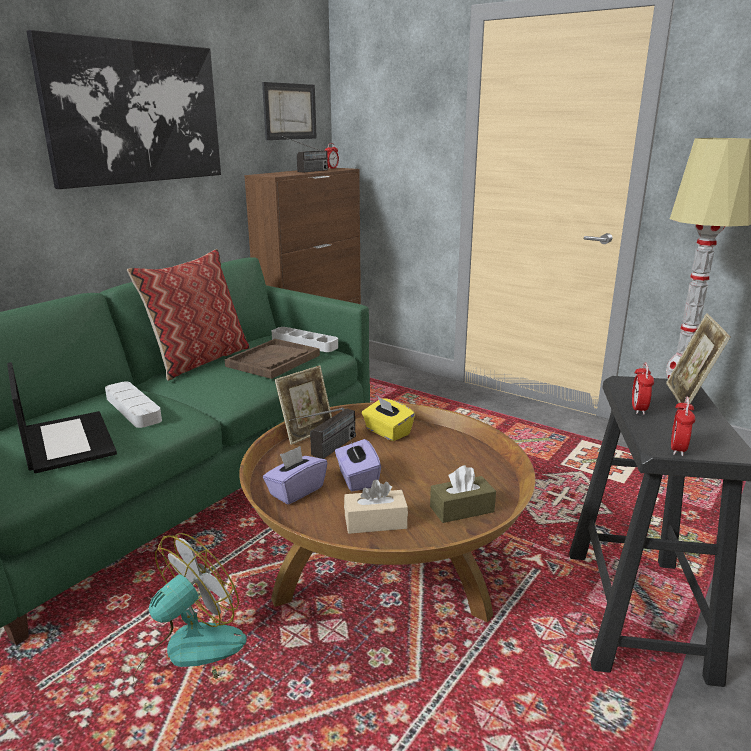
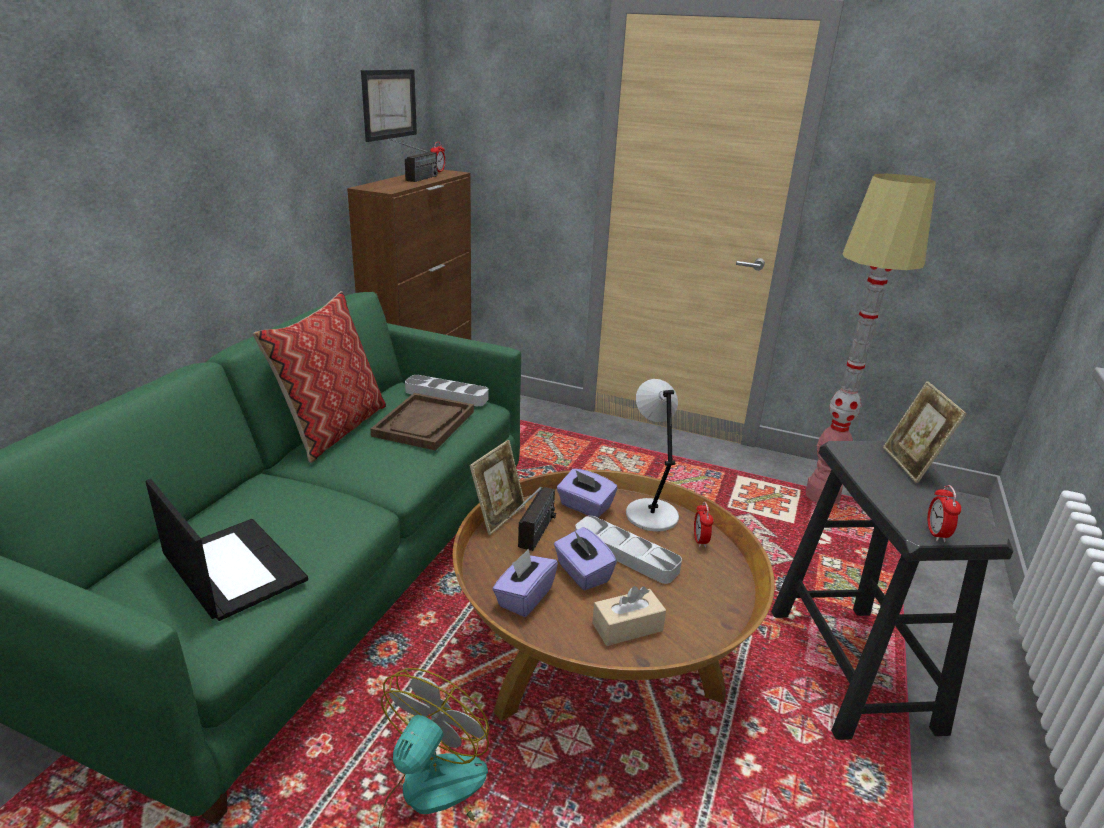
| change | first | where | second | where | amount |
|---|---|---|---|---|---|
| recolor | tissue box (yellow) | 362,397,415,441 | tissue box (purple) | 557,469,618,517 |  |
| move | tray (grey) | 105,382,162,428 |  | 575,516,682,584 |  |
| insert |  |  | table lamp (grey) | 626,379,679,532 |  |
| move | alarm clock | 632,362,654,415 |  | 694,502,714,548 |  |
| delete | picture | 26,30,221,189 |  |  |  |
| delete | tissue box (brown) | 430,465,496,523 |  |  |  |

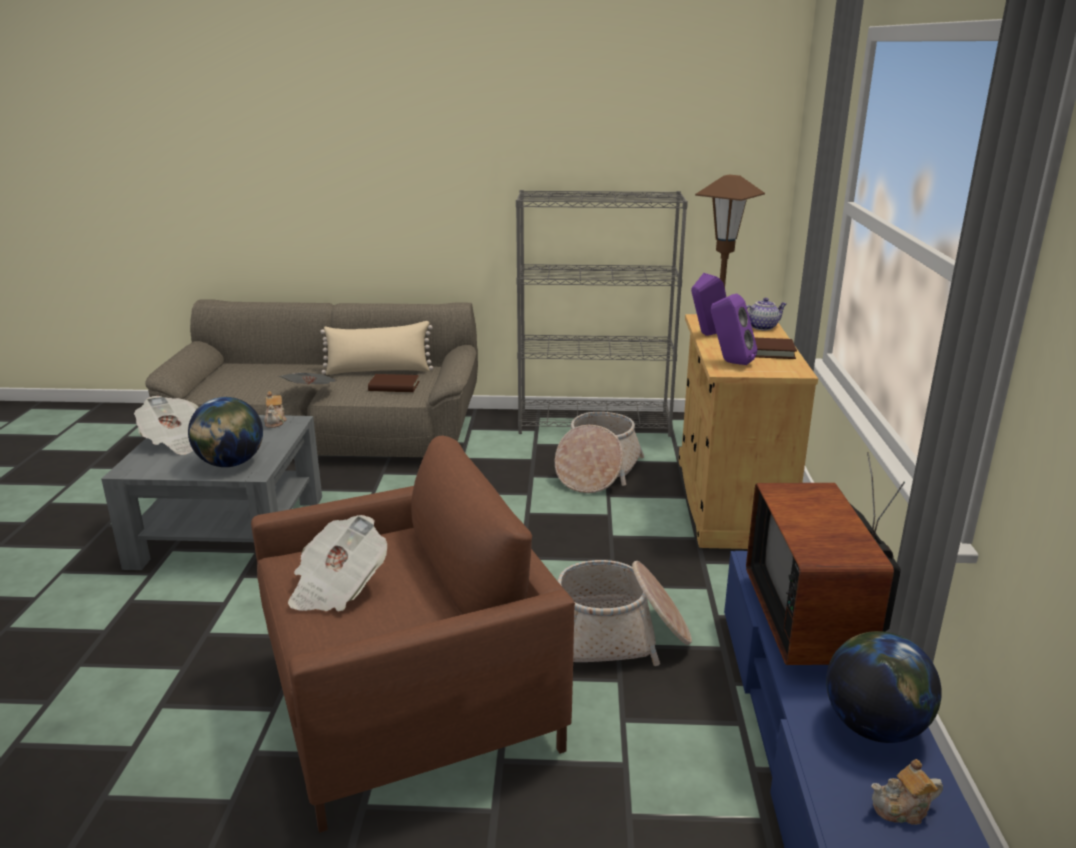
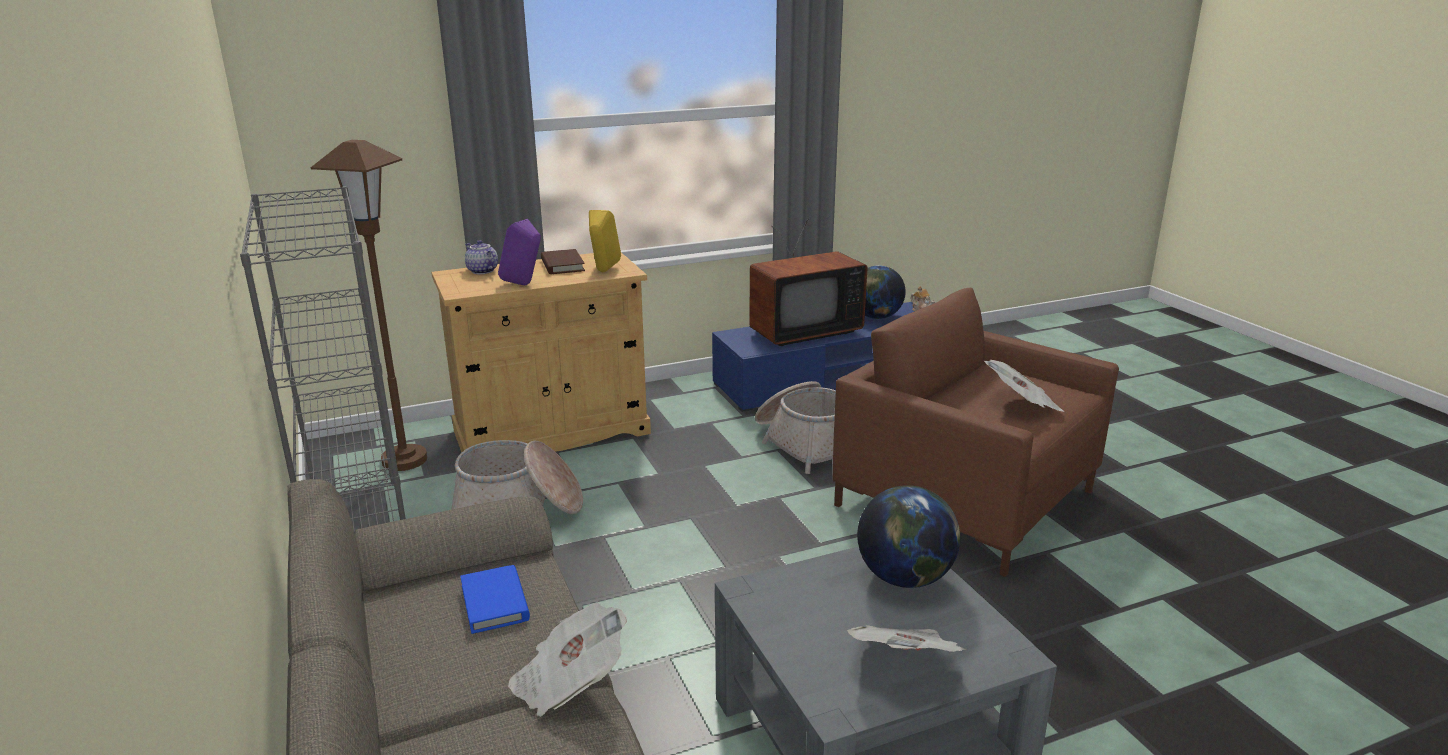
| change | first | where | second | where | amount |
|---|---|---|---|---|---|
| recolor | book (brown) | 368,374,419,392 | book (blue) | 460,565,530,634 |  |
| recolor | speaker (purple) | 711,293,757,365 | speaker (yellow) | 589,210,621,272 |  |
| delete | teapot | 264,391,287,428 |  |  |  |
| delete | pillow (beige) | 320,321,433,375 |  |  |  |

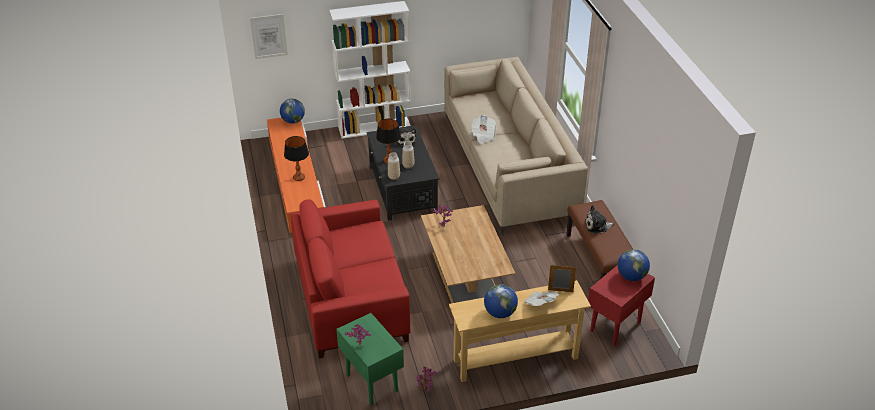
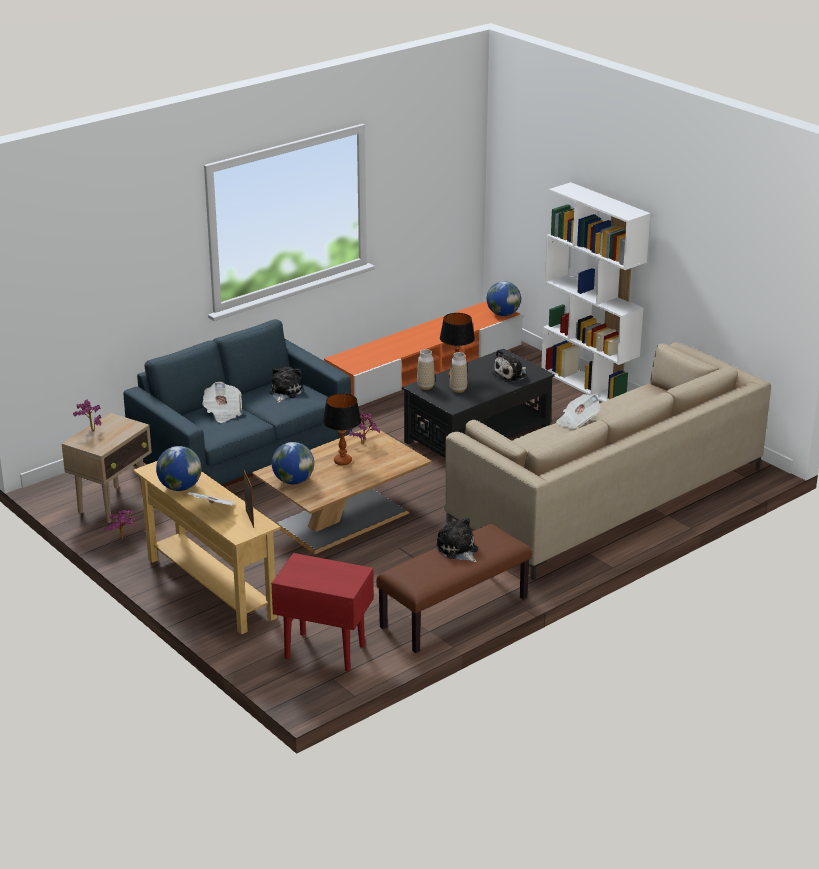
| change | first | where | second | where | amount |
|---|---|---|---|---|---|
| recolor | side table (green) | 336,313,404,405 | side table (beige) | 62,413,152,523 |  |
| recolor | sofa (red) | 290,199,410,359 | sofa (blue) | 123,319,352,487 |  |
| insert |  |  | newspaper | 202,382,242,423 |  |
| insert |  |  | plush toy | 269,367,304,403 |  |
| move | globe | 618,249,650,281 |  | 272,442,314,484 |  |
| move | table lamp | 284,136,309,181 |  | 323,393,361,465 |  |
| delete | picture | 250,14,288,59 |  |  |  |

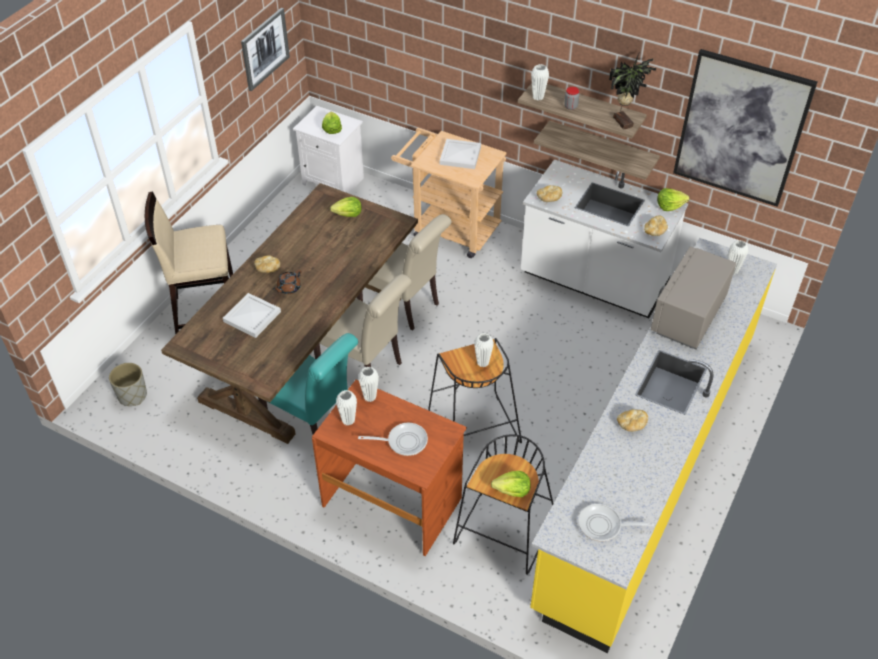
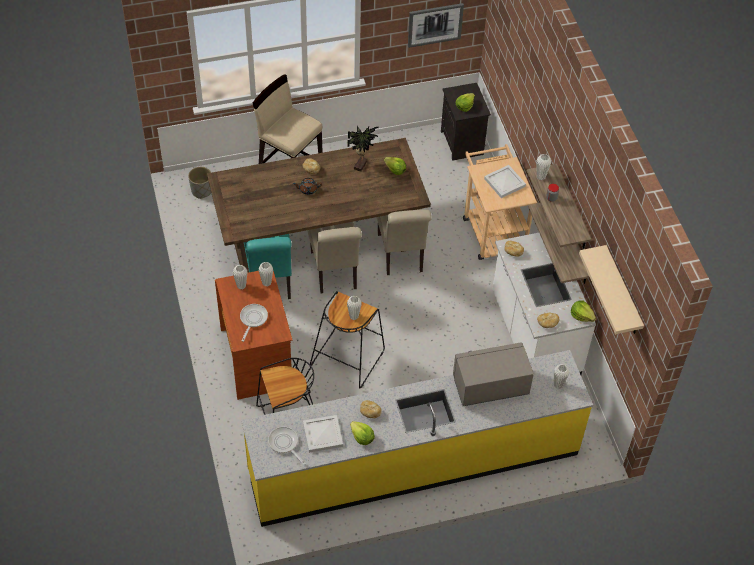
| change | first | where | second | where | amount |
|---|---|---|---|---|---|
| rotate | frying pan | 358,423,428,456 |  | 240,304,268,342 | 120 degrees counterclockwise |
| move | tray (white) | 223,293,281,338 |  | 303,415,343,453 |  |
| move | potted plant | 609,51,656,130 |  | 348,126,378,172 |  |
| move | lettuce | 491,471,531,497 |  | 350,421,375,445 |  |
| recolor | nightstand (white) | 293,106,364,194 | nightstand (black) | 441,83,491,161 |  |
| replace | picture | 673,49,817,207 | shelf (beige) | 579,245,644,334 |  |

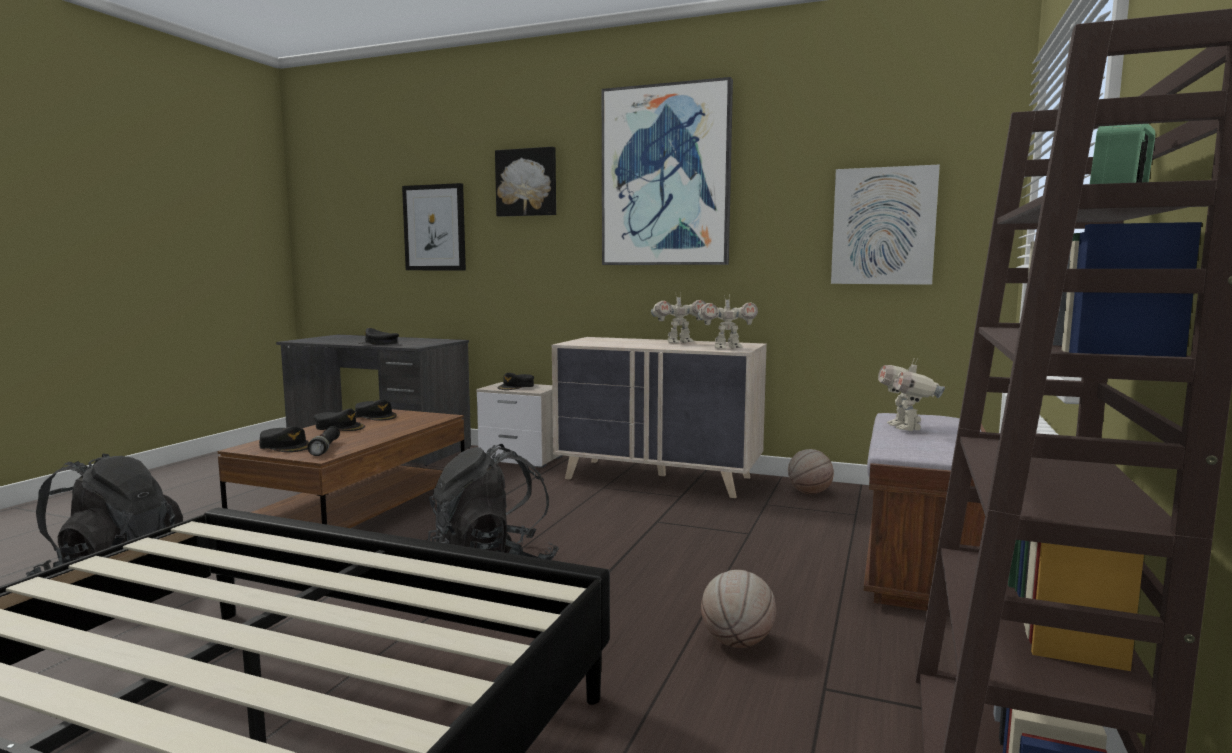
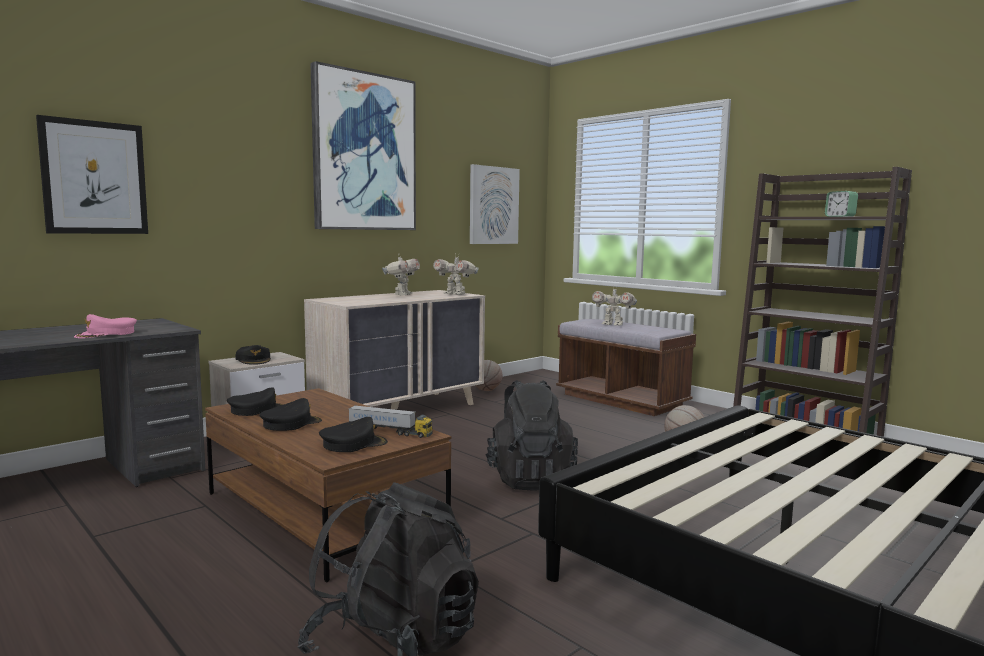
| change | first | where | second | where | amount |
|---|---|---|---|---|---|
| recolor | cap (black) | 358,328,399,345 | cap (pink) | 74,314,137,338 |  |
| replace | flashlight (black) | 308,426,340,456 | toy truck | 348,405,433,438 |  |
| rotate | toy robot | 698,295,758,349 |  | 433,255,479,295 | 105 degrees clockwise |
| delete | picture | 495,147,556,217 |  |  |  |

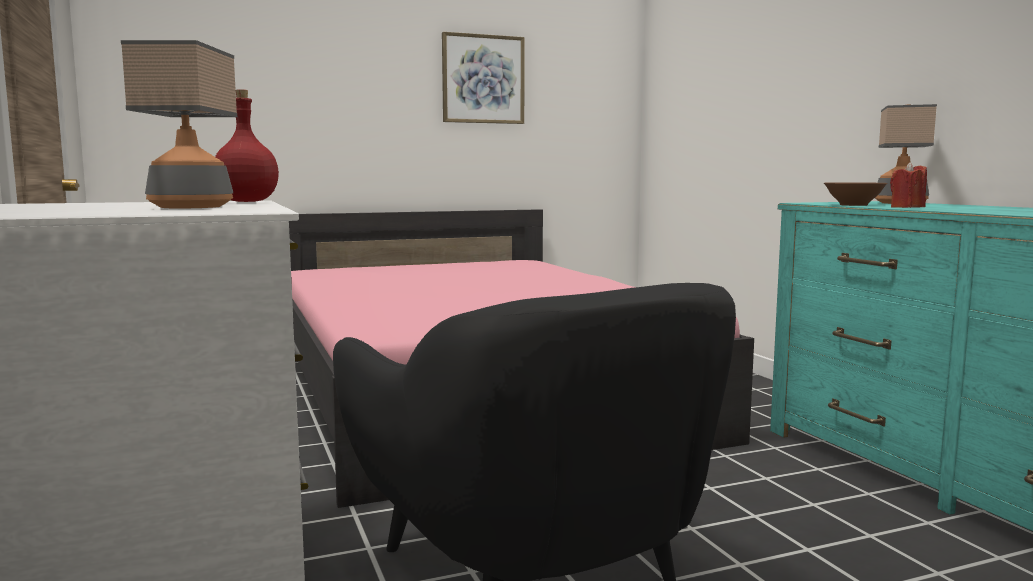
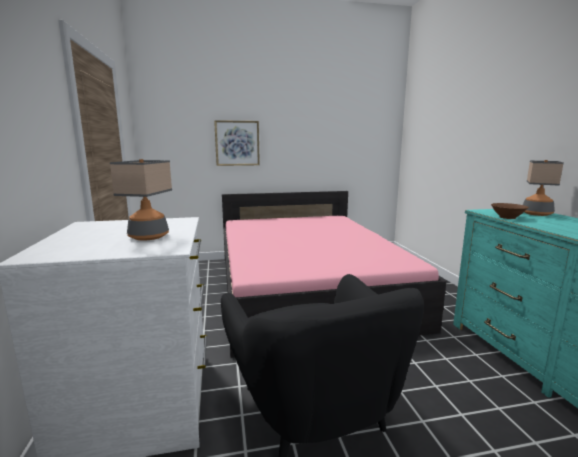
| change | first | where | second | where | amount |
|---|---|---|---|---|---|
| move | picture | 442,32,524,124 |  | 214,120,260,166 |  |
| delete | bottle (red) | 215,89,279,202 |  |  |  |
| delete | candle (red) | 890,162,927,208 |  |  |  |

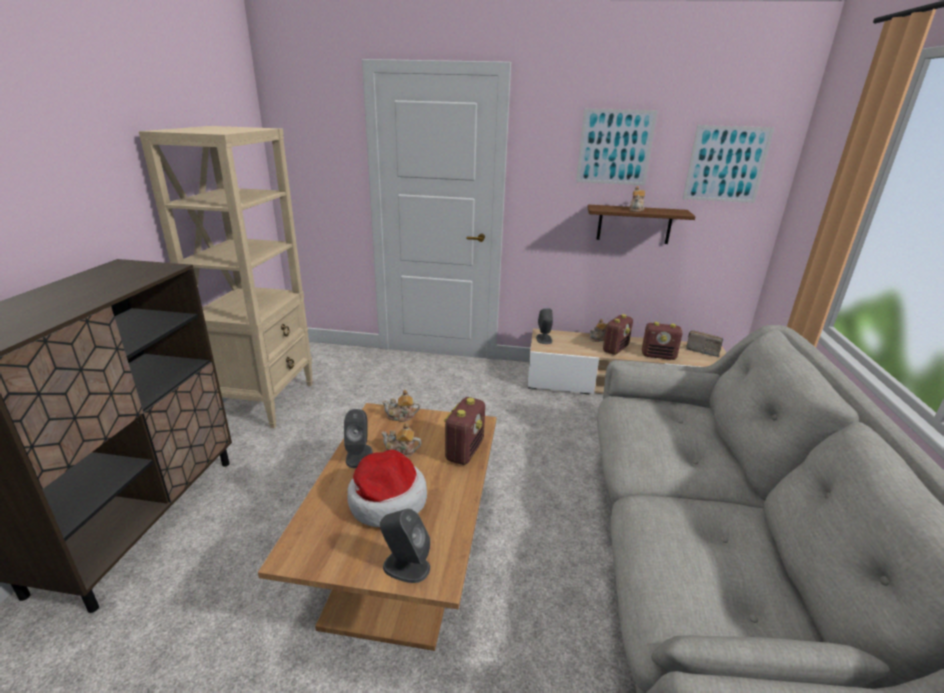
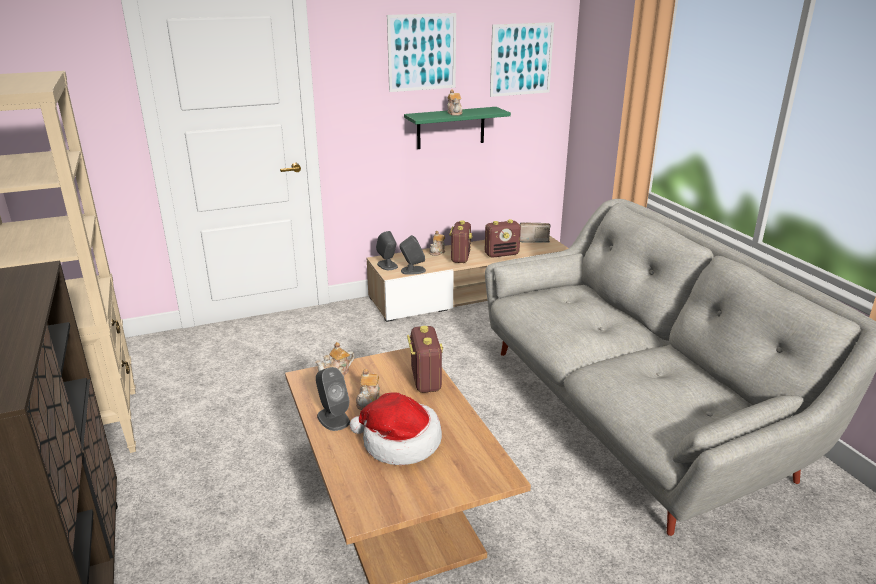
| change | first | where | second | where | amount |
|---|---|---|---|---|---|
| rotate | teapot | 381,423,422,457 |  | 356,369,380,410 | 60 degrees counterclockwise |
| move | speaker (grey) | 380,508,430,583 |  | 399,235,426,275 |  |
| recolor | shelf (brown) | 587,205,695,244 | shelf (green) | 404,107,511,149 |  |

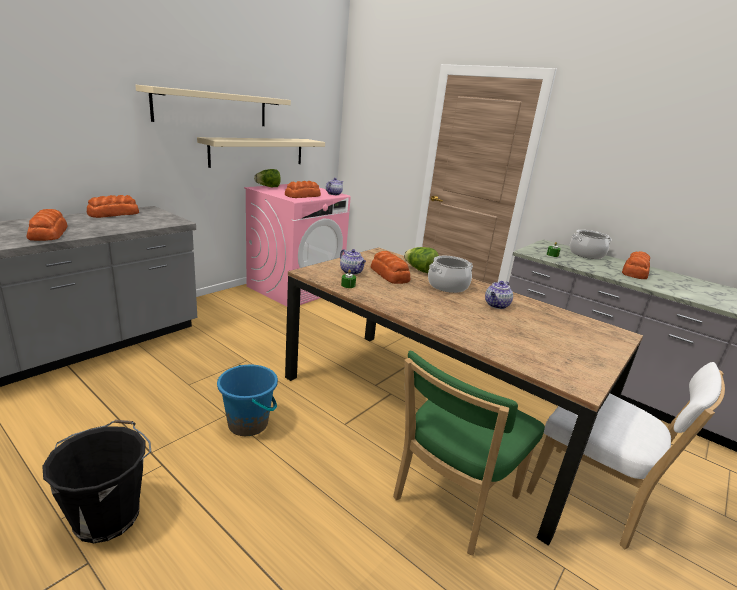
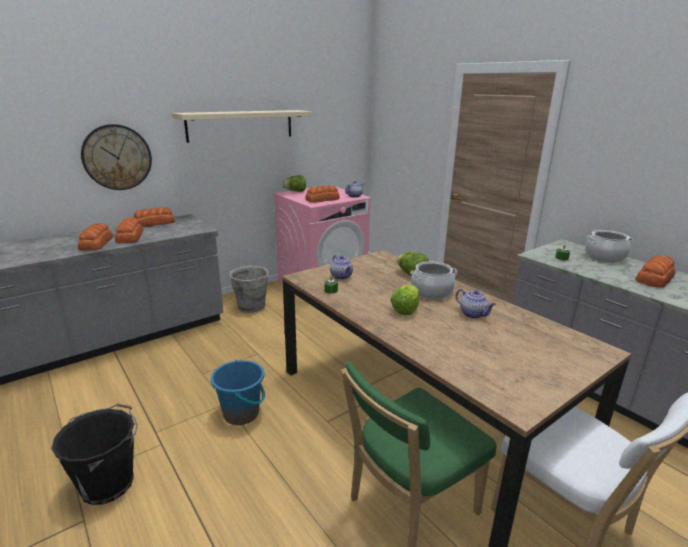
| change | first | where | second | where | amount |
|---|---|---|---|---|---|
| insert |  |  | wall clock | 81,124,152,190 |  |
| move | bread | 371,251,410,284 |  | 115,217,143,244 |  |
| insert |  |  | bucket (grey) | 229,266,270,312 |  |
| insert |  |  | lettuce | 390,285,419,315 |  |
| rotate | teapot | 485,281,513,309 |  | 456,289,496,319 | 90 degrees counterclockwise |
| delete | shelf (beige) | 197,137,325,168 |  |  |  |

